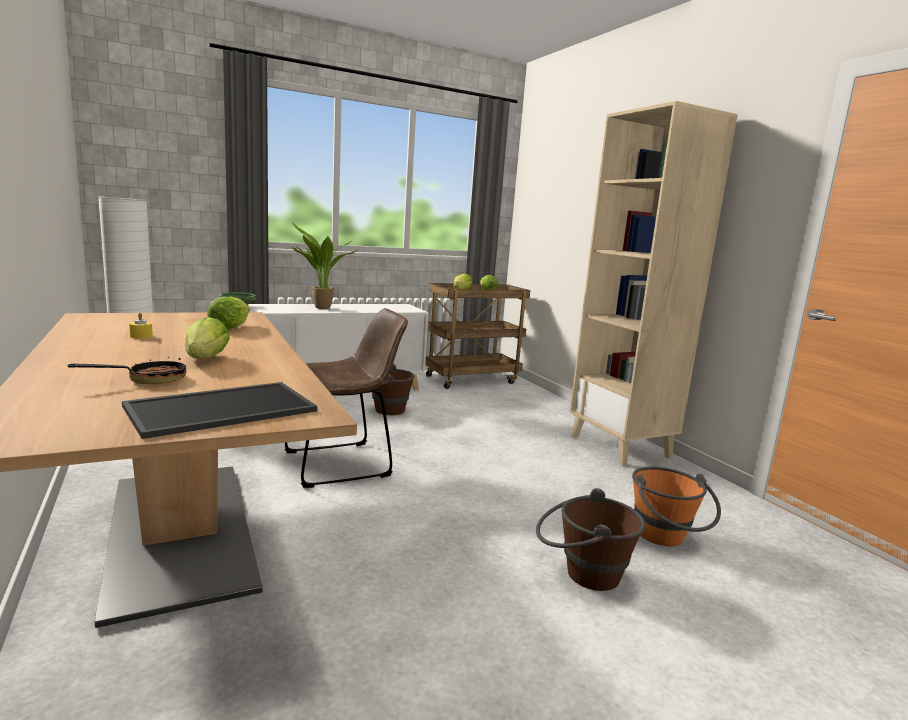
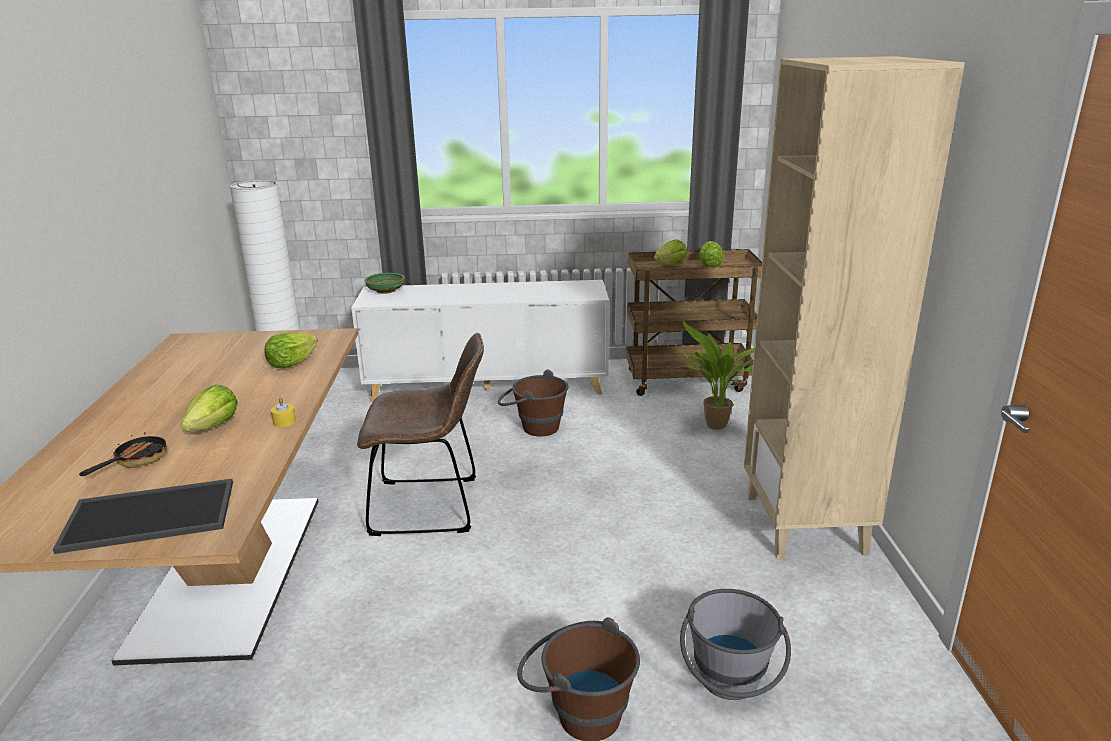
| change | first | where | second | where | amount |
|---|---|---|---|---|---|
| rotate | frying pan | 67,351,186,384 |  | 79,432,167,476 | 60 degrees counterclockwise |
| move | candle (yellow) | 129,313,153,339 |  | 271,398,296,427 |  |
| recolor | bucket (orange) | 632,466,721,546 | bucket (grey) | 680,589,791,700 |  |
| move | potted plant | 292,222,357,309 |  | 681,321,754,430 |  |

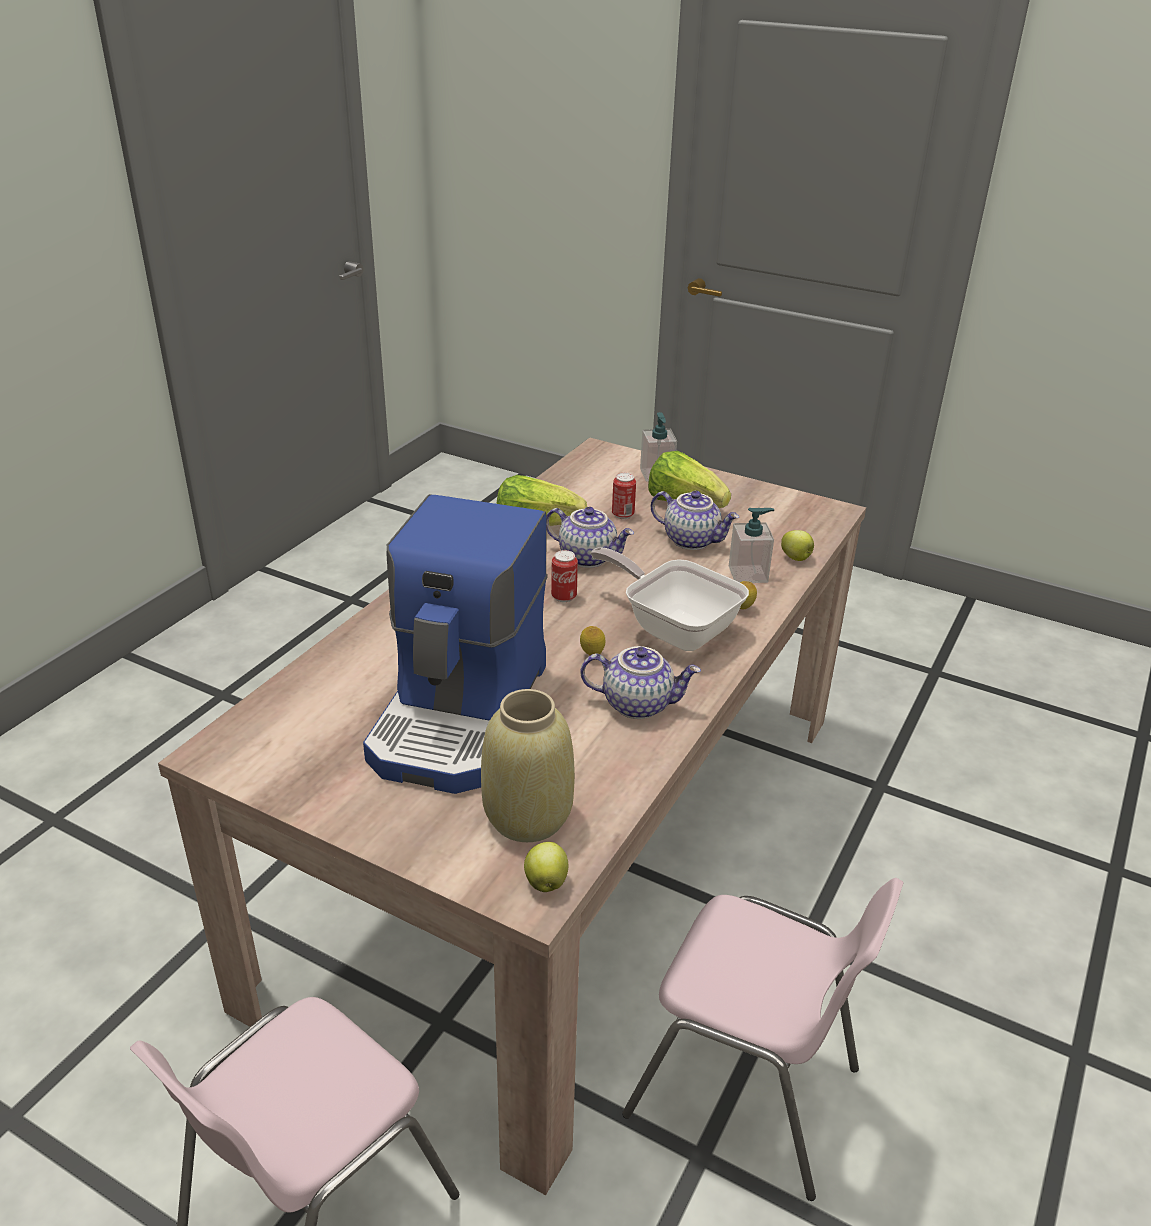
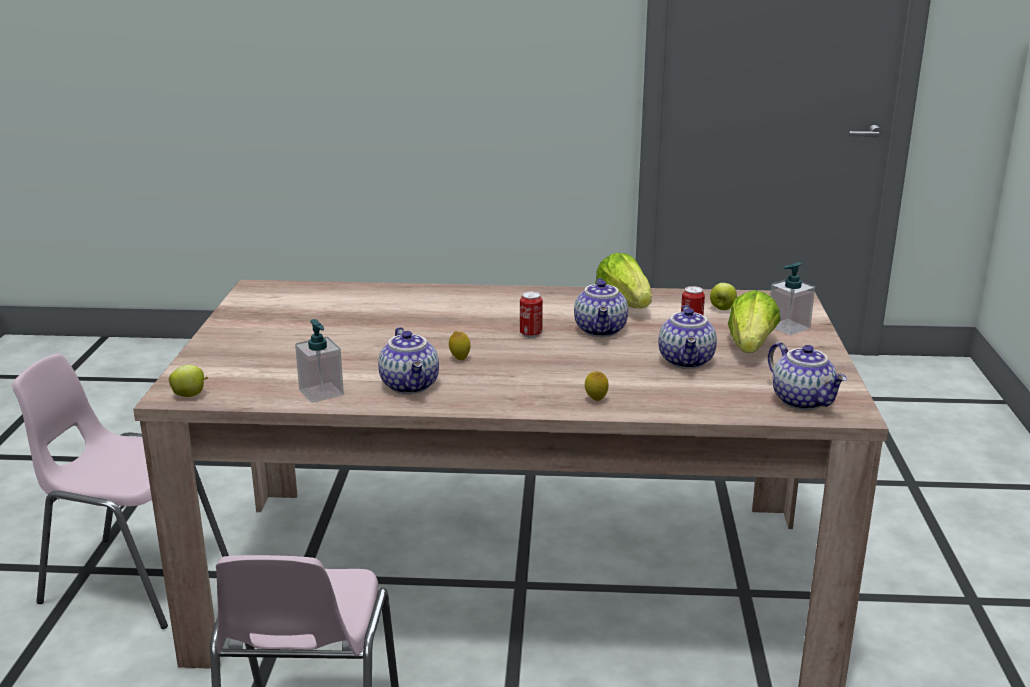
| change | first | where | second | where | amount |
|---|---|---|---|---|---|
| move | soap dispenser | 729,508,774,583 |  | 295,319,344,403 |  |
| move | apple | 781,530,814,561 |  | 710,283,737,310 |  |
| insert |  |  | teapot | 768,342,847,410 |  |
| delete | coffee machine | 363,494,548,794 |  |  |  |
| delete | vase (beige) | 481,689,575,842 |  |  |  |
| delete | frying pan | 591,547,749,651 |  |  |  |

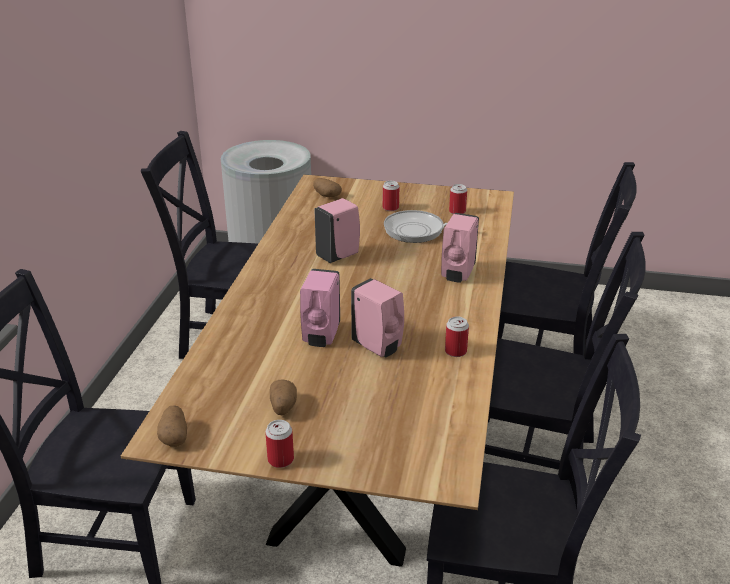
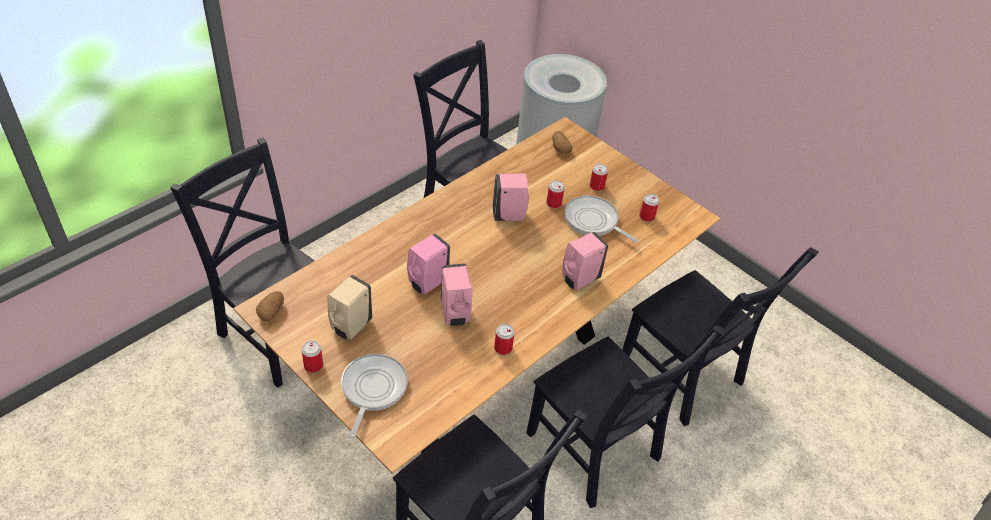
| change | first | where | second | where | amount |
|---|---|---|---|---|---|
| replace | potato | 270,379,297,415 | soap dispenser (beige) | 328,275,372,340 |  |
| insert |  |  | frying pan | 341,354,408,438 |  |
| insert |  |  | can | 546,180,565,208 |  |

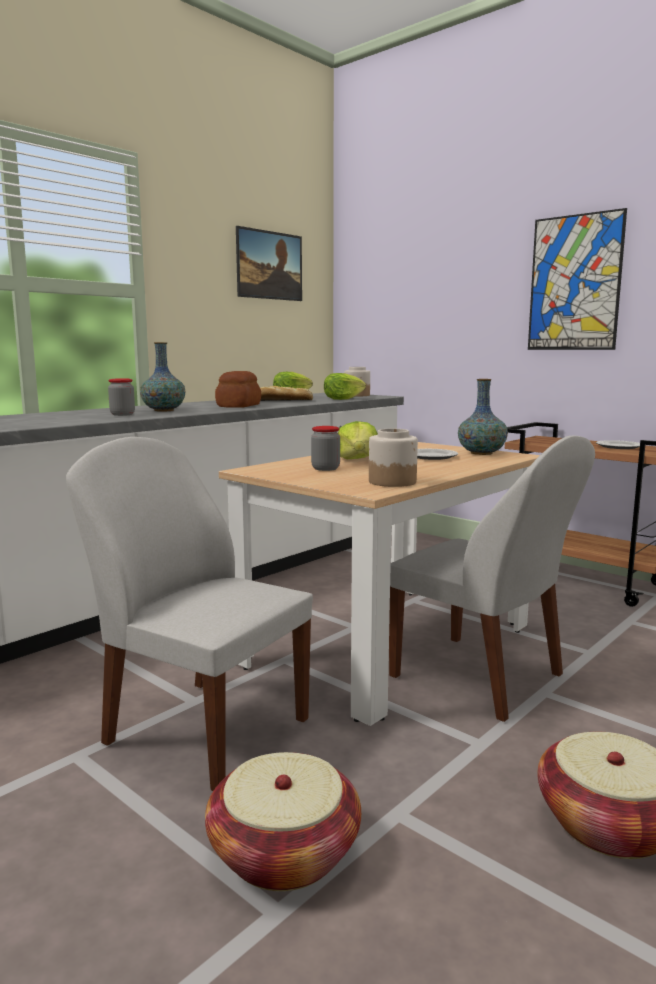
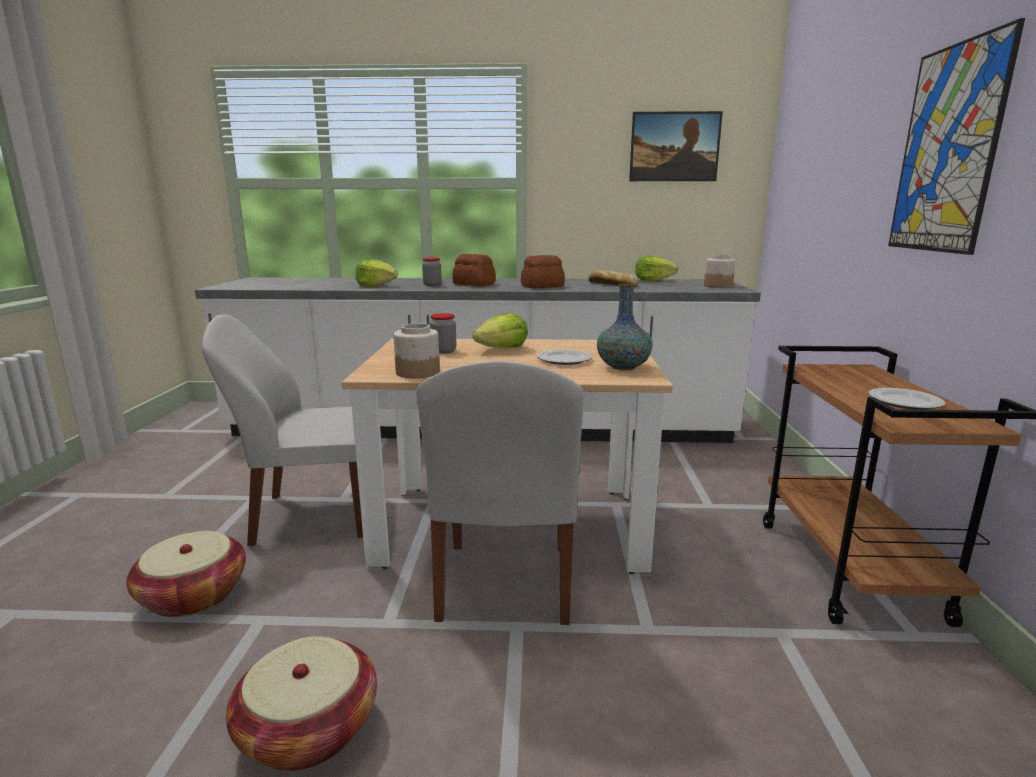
| change | first | where | second | where | amount |
|---|---|---|---|---|---|
| rotate | chair (white) | 66,437,313,791 |  | 202,314,363,546 | 90 degrees counterclockwise |
| move | lettuce | 324,373,366,400 |  | 356,259,398,287 |  |
| replace | vase | 140,342,186,412 | bread | 452,254,496,287 |  |

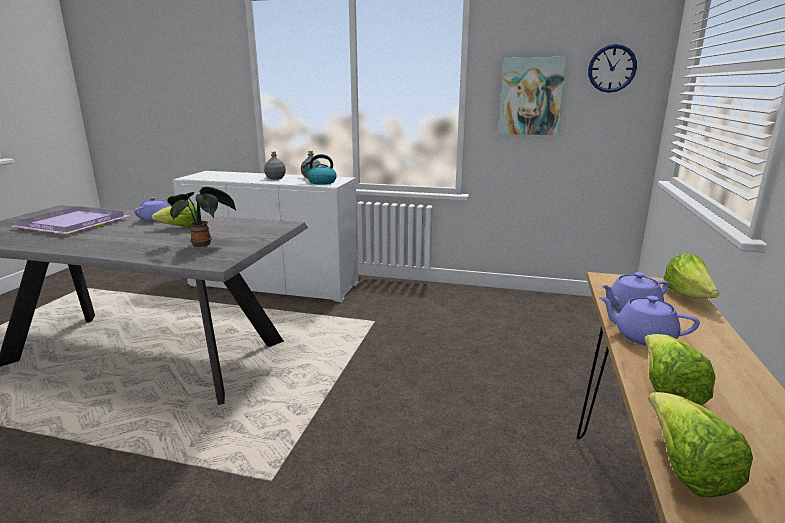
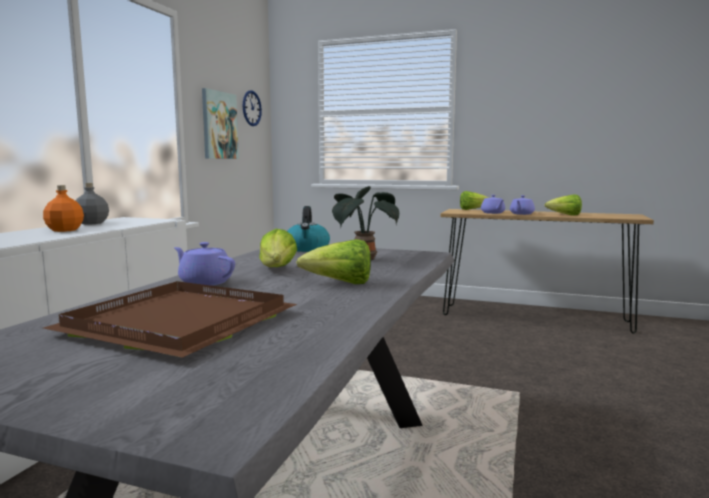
| change | first | where | second | where | amount |
|---|---|---|---|---|---|
| recolor | bottle (grey) | 264,151,286,180 | bottle (orange) | 43,185,84,232 |  |
| recolor | tray (purple) | 11,206,131,235 | tray (brown) | 43,281,297,358 |  |
| move | kettle | 302,154,337,185 |  | 287,206,330,252 |  |
| move | lettuce | 648,392,753,497 |  | 296,239,371,284 |  |

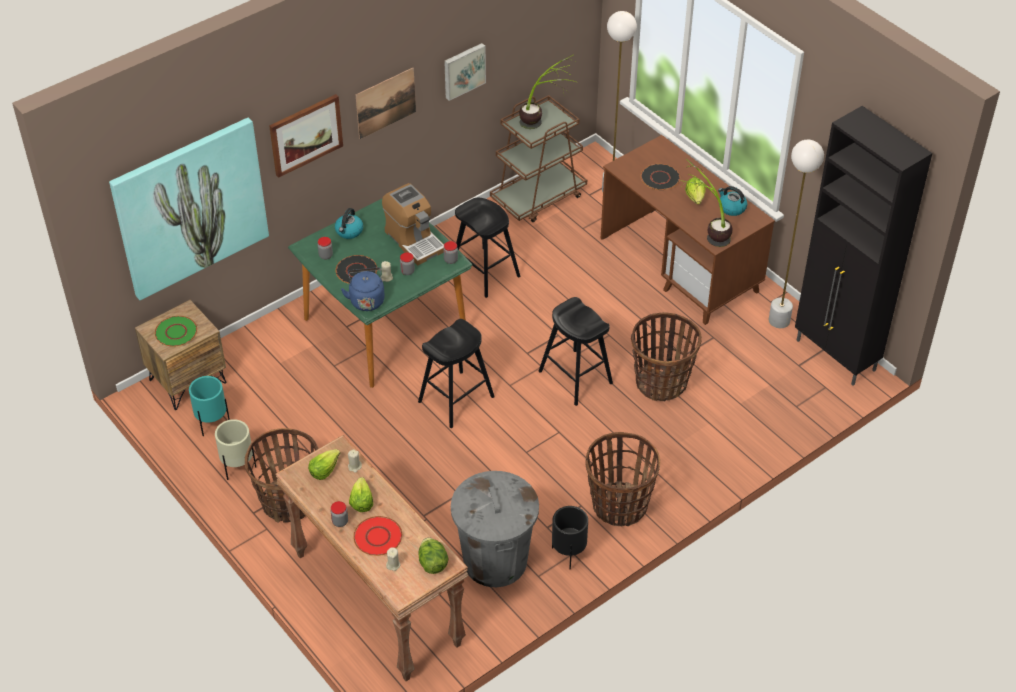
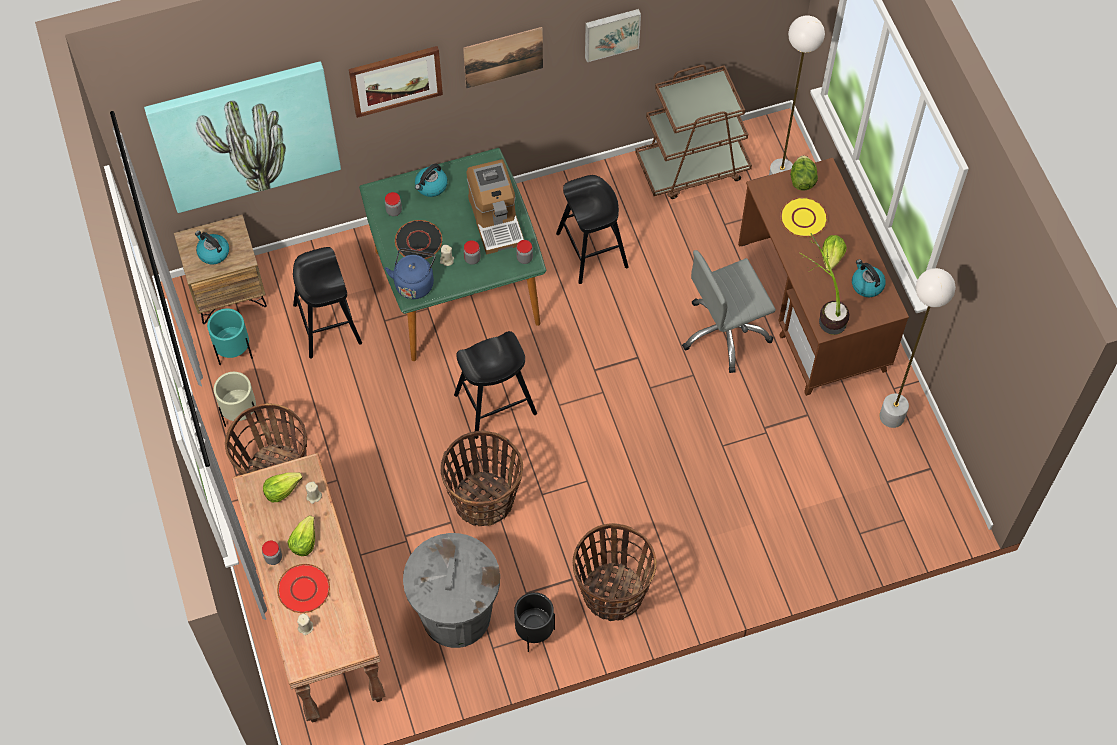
| change | first | where | second | where | amount |
|---|---|---|---|---|---|
| replace | plate (green) | 155,316,197,347 | kettle | 195,231,229,265 |  |
| move | stool (black) | 539,297,613,406 |  | 293,247,362,359 |  |
| move | basket | 631,312,702,401 |  | 440,431,523,526 |  |
| insert |  |  | office chair (grey) | 682,250,776,373 |  |
| recolor | plate (black) | 641,164,680,190 | plate (yellow) | 780,197,828,237 |  |
| move | lettuce | 418,538,449,574 |  | 790,156,818,191 |  |
| delete | potted plant | 519,54,576,129 |  |  |  |
| delete | cabinet (black) | 795,106,932,386 |  |  |  |

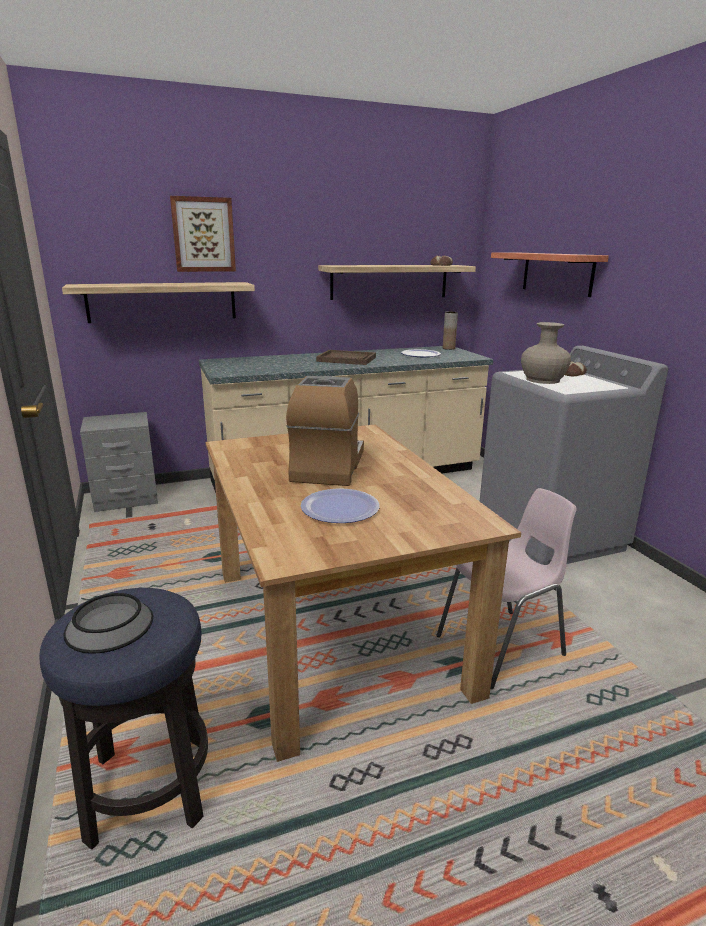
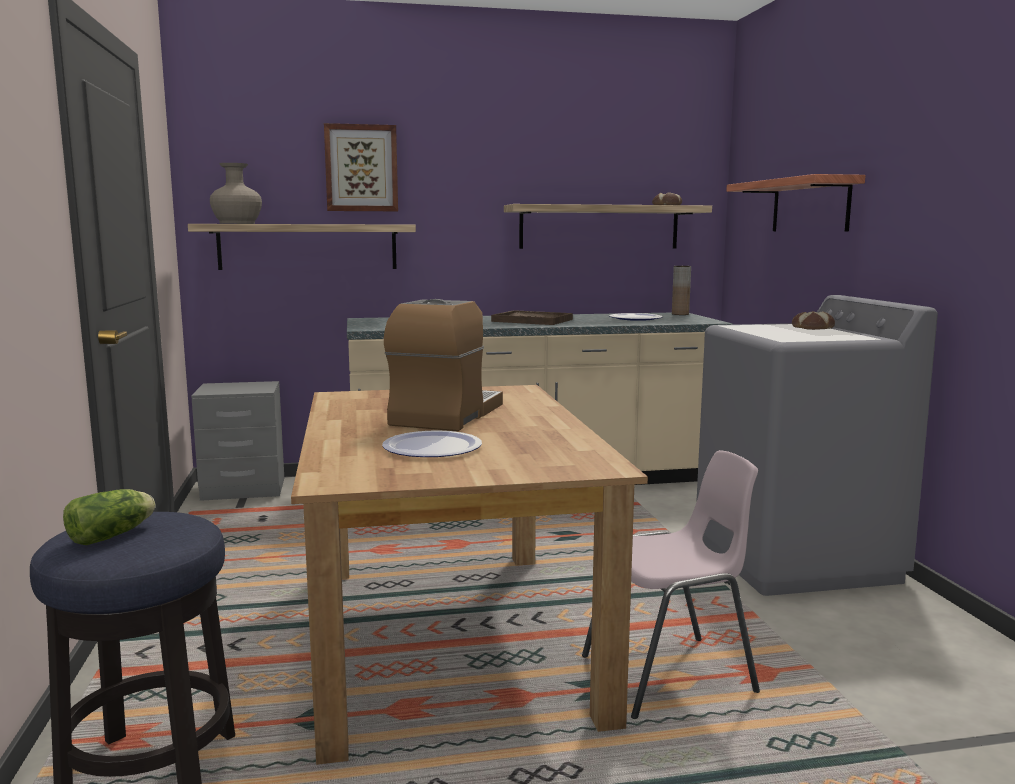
| change | first | where | second | where | amount |
|---|---|---|---|---|---|
| replace | bowl | 64,593,153,654 | lettuce | 63,489,155,545 |  |
| move | vase (beige) | 521,322,571,384 |  | 210,163,262,224 |  |

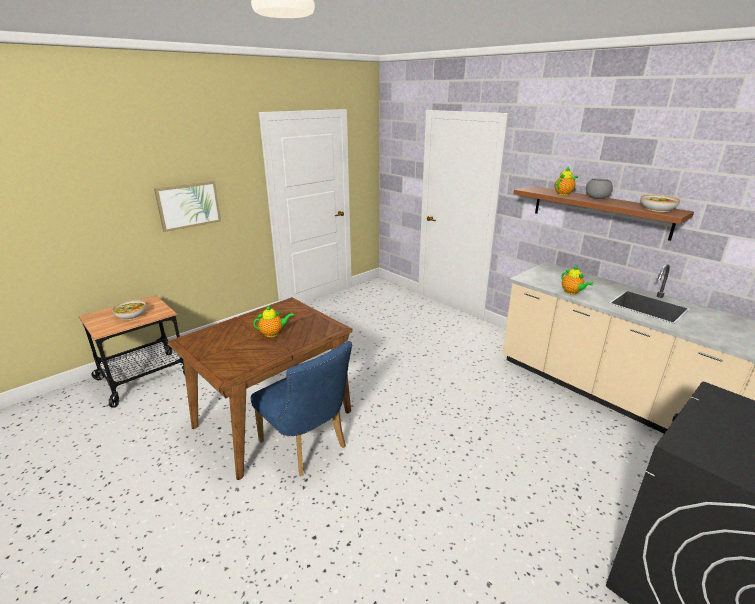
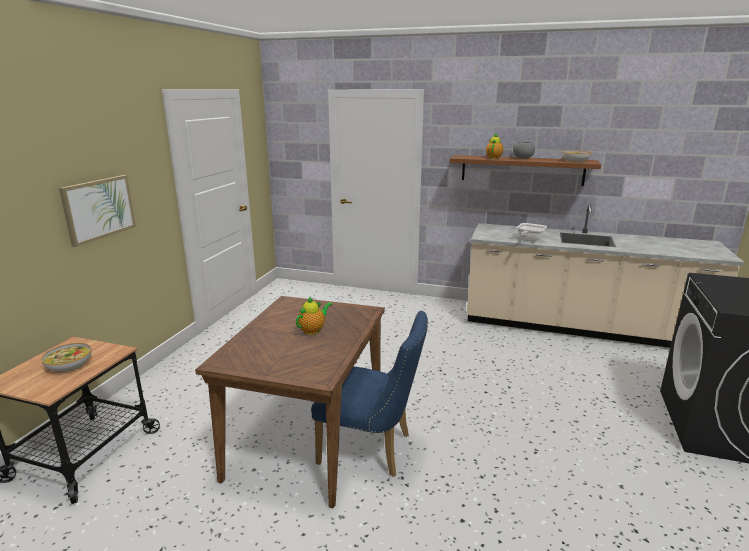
| change | first | where | second | where | amount |
|---|---|---|---|---|---|
| replace | teapot | 561,266,593,295 | frying pan | 517,223,547,242 |  |

